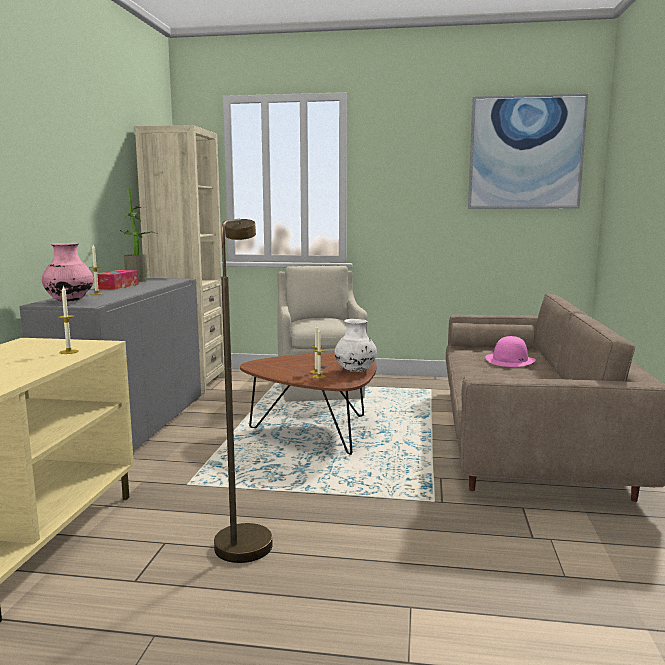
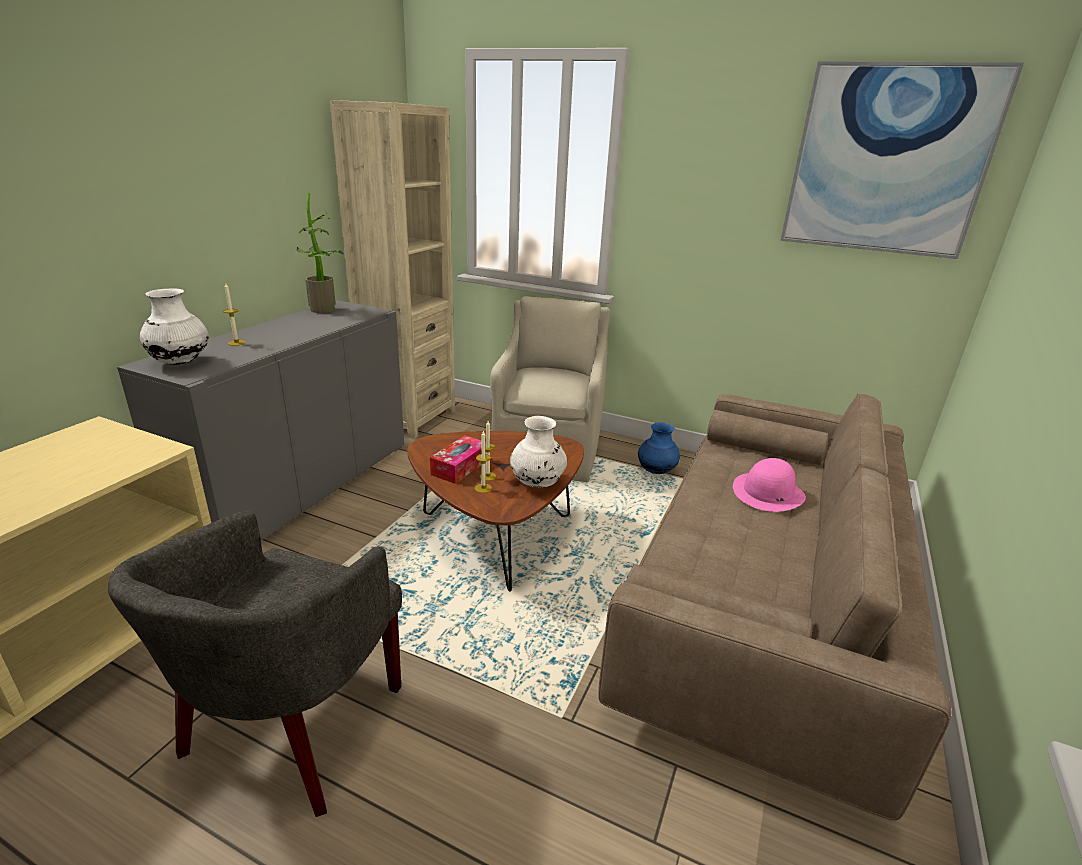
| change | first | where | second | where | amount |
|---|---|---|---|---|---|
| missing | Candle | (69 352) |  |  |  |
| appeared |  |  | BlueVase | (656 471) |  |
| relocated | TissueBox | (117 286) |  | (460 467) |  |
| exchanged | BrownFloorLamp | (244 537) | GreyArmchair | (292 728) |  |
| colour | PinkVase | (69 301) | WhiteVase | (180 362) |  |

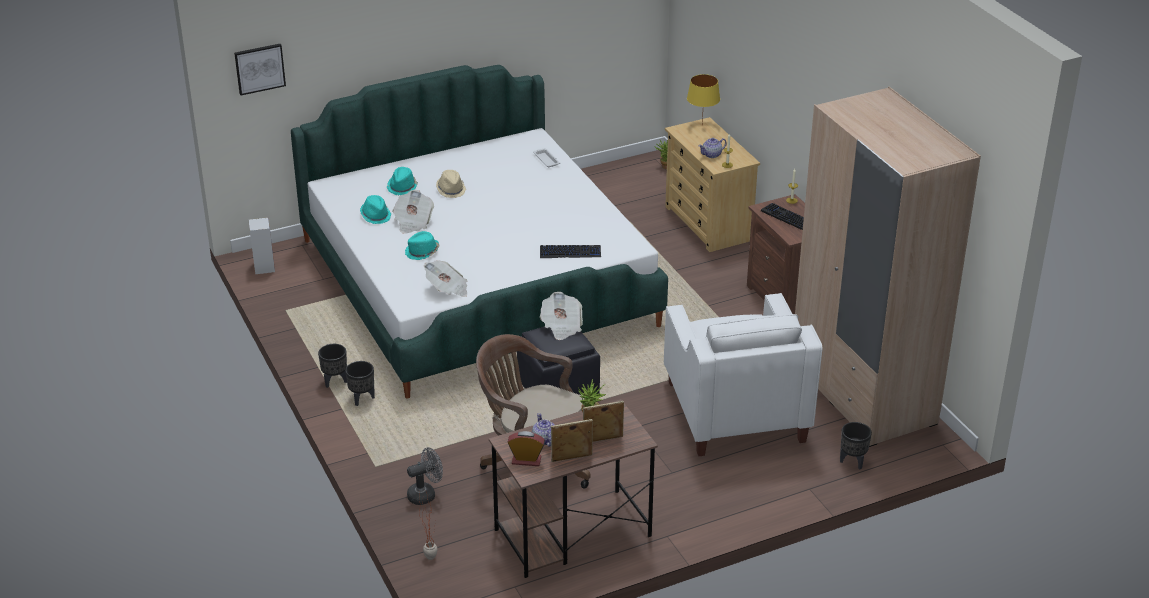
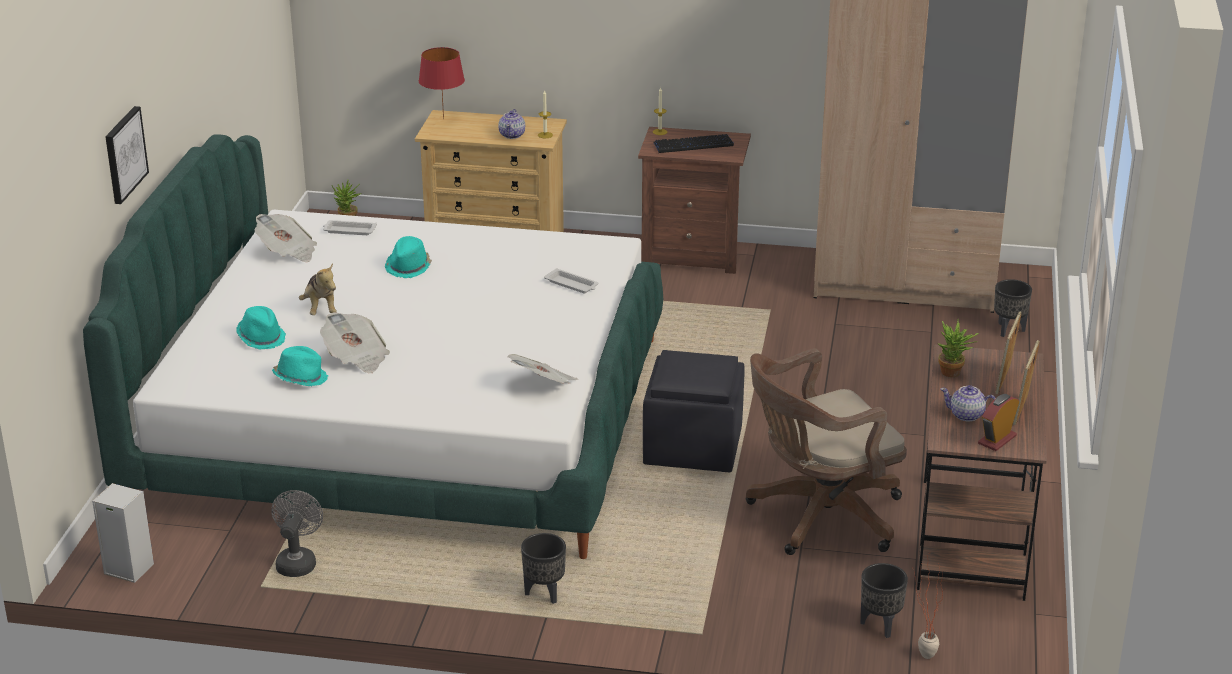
| change | first | where | second | where | amount |
|---|---|---|---|---|---|
| missing | WhiteArmchair | (735 411) |  |  |  |
| relocated | Picture | (259 68) |  | (124 154) |  |
| relocated | BlackPlanter | (334 381) |  | (880 626) |  |
| relocated | TurquoiseHat | (422 252) |  | (409 267) |  |
| relocated | GreyFan | (425 494) |  | (297 561) |  |
| relocated | Newspaper | (561 326) |  | (287 252) |  |
| exchanged | BeigeHat | (451 190) | PlushToy | (320 309) |  |
| exchanged | Keyboard | (570 252) | WhiteTray | (572 285) |  |
| colour | YellowTableLamp | (702 125) | RedTableLamp | (444 118) |  |

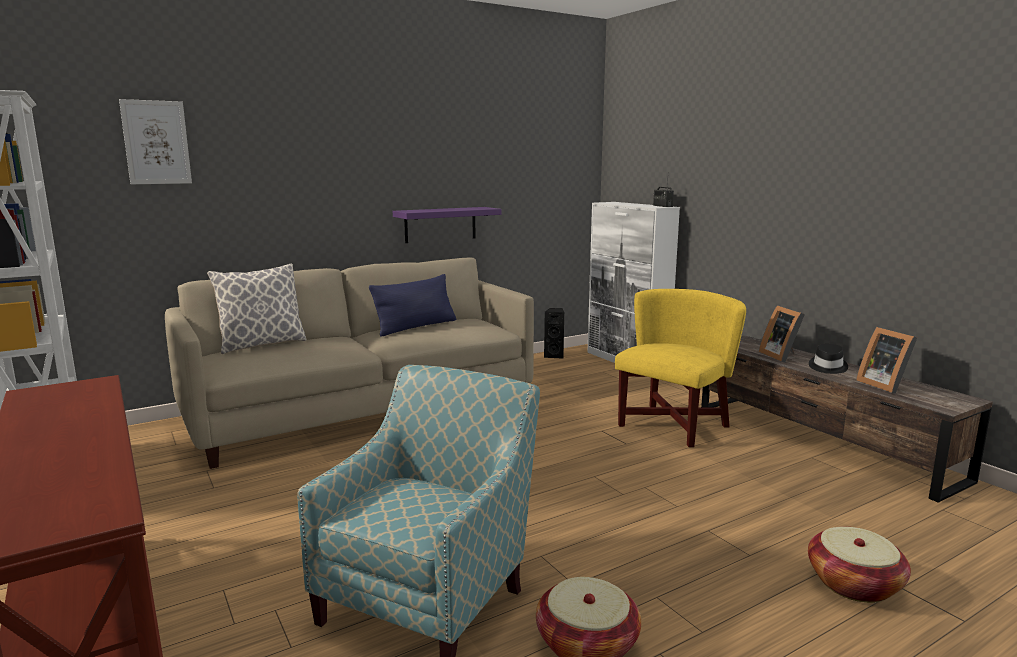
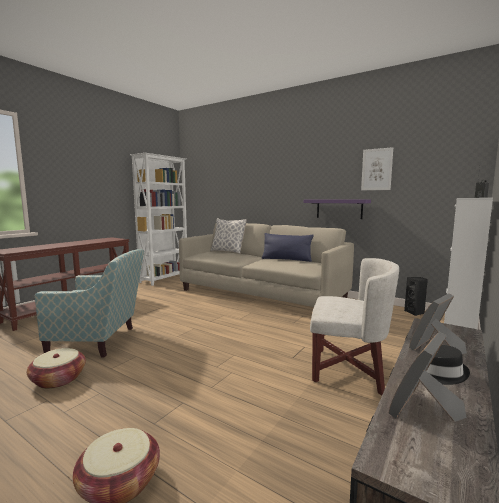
| change | first | where | second | where | amount |
|---|---|---|---|---|---|
| relocated | Picture | (156 142) |  | (376 169) |  |
| colour | YellowArmchair | (672 425) | WhiteArmchair | (348 369) |  |

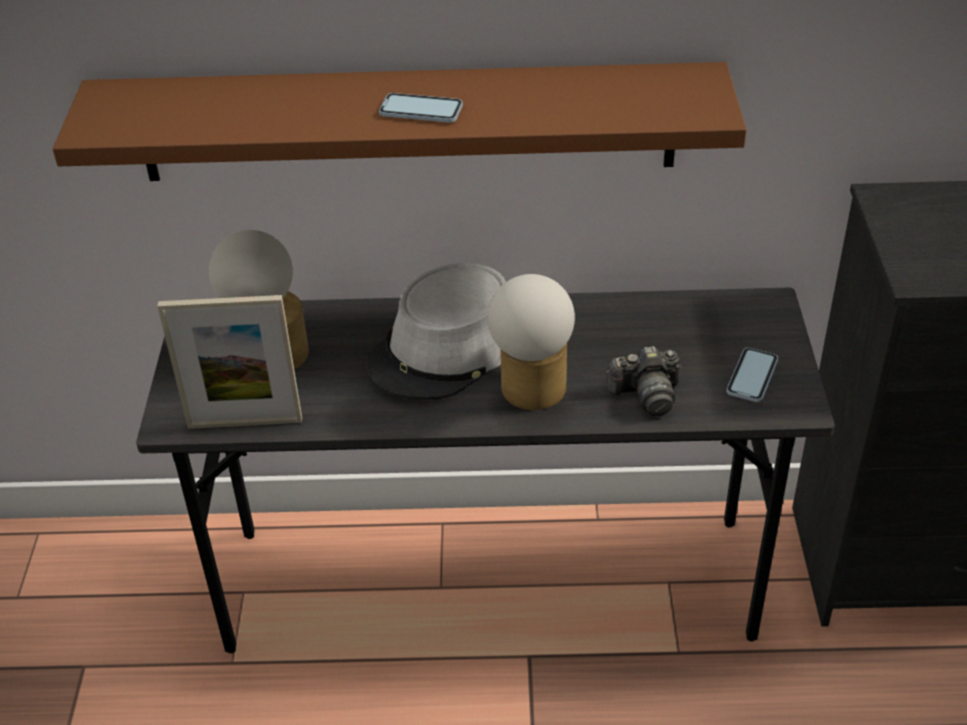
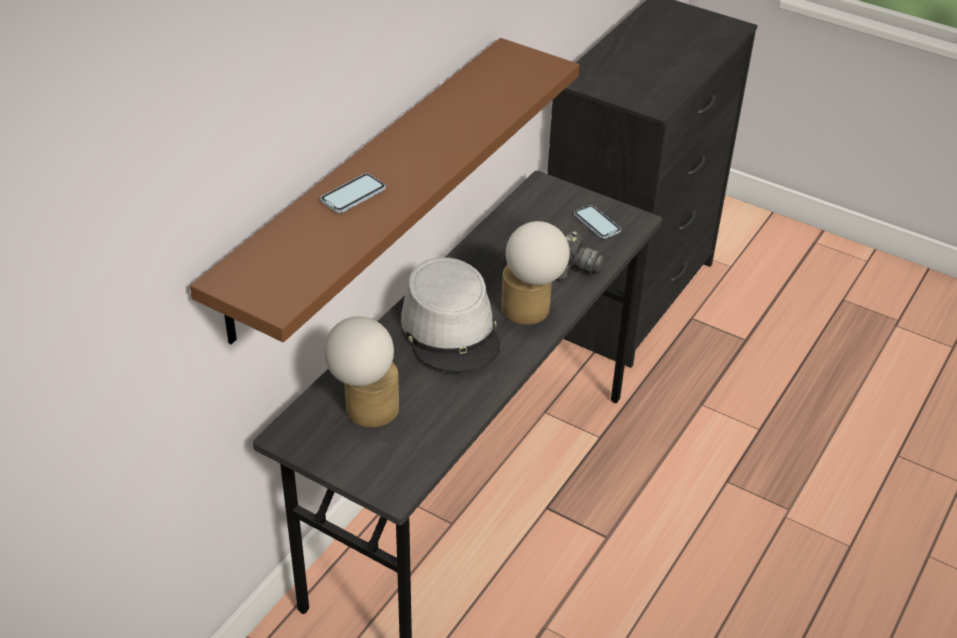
| change | first | where | second | where | amount |
|---|---|---|---|---|---|
| missing | PictureFrame | (245 423) |  |  |  |
| relocated | Phone | (421 110) |  | (353 195) |  |

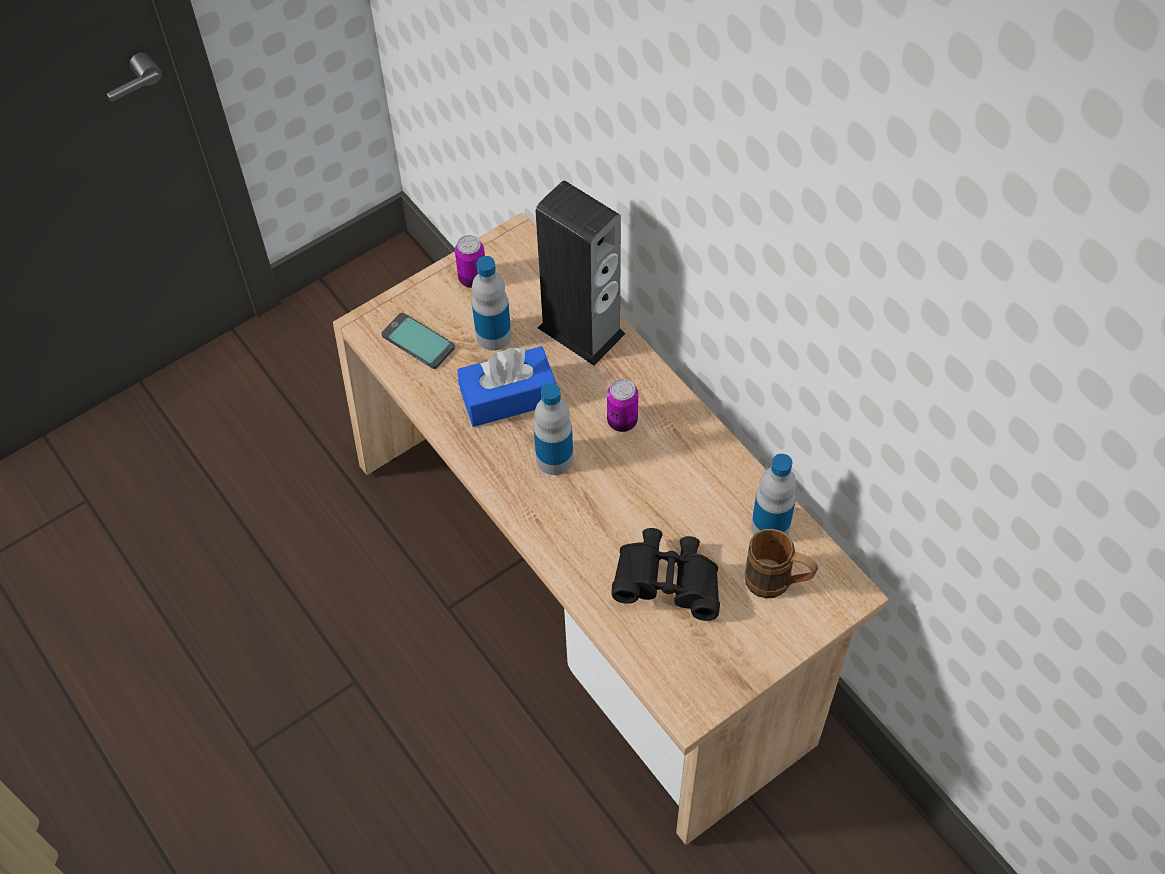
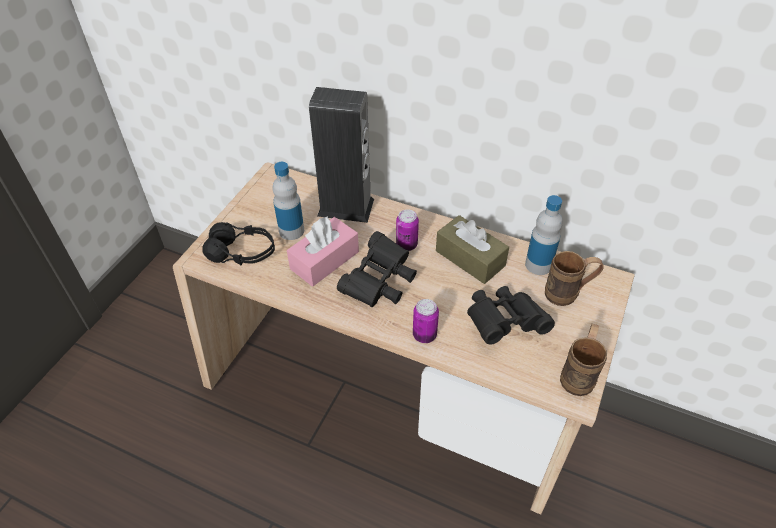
| change | first | where | second | where | amount |
|---|---|---|---|---|---|
| appeared |  |  | BrownTissueBox | (470 258) |  |
| appeared |  |  | BrownMug | (579 374) |  |
| relocated | Can | (473 279) |  | (424 335) |  |
| exchanged | Phone | (418 342) | BlackHeadphones | (242 253) |  |
| exchanged | Bottle | (554 459) | BlackBinoculars | (379 283) |  |
| colour | BlueTissueBox | (508 397) | PinkTissueBox | (324 260) |  |

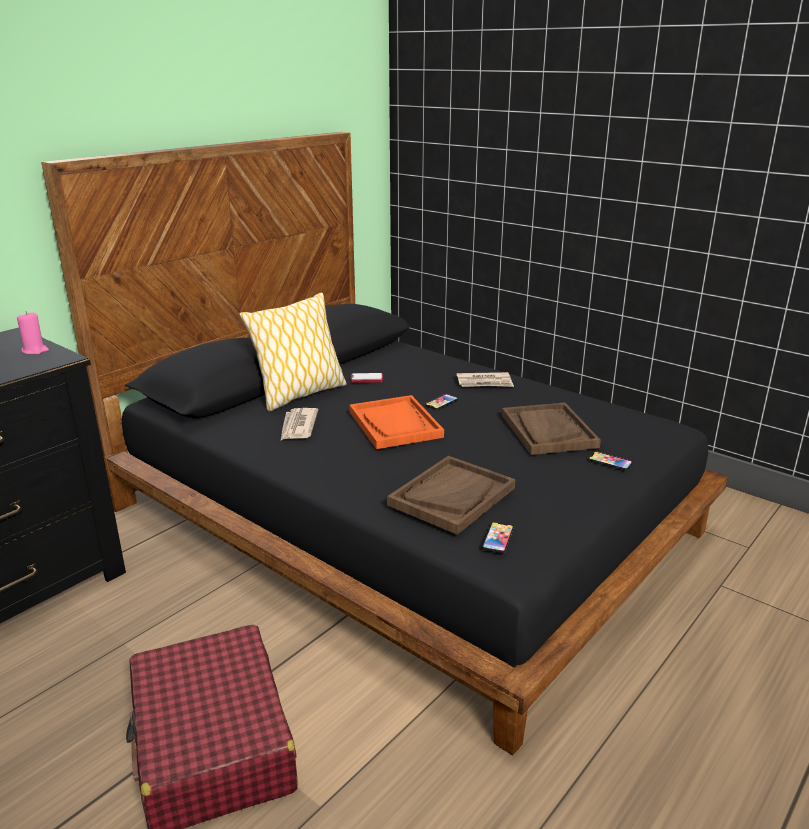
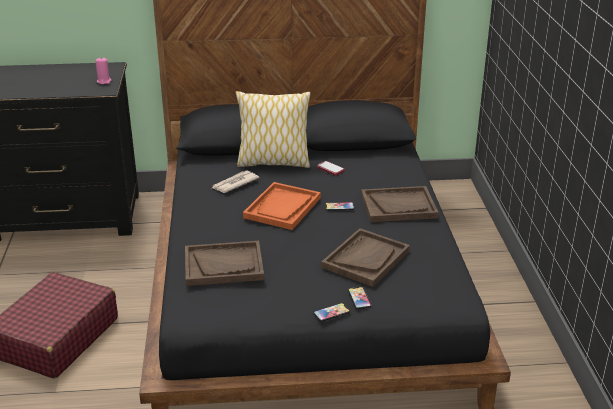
| change | first | where | second | where | amount |
|---|---|---|---|---|---|
| relocated | Phone | (498 538) |  | (331 313) |  |
| exchanged | Newspaper | (485 382) | BrownTray | (399 206) |  |

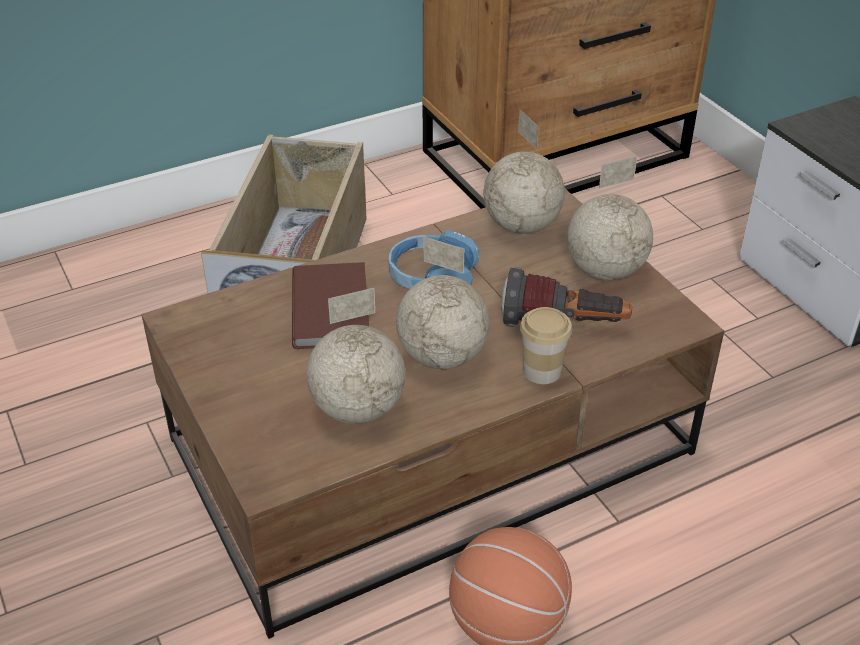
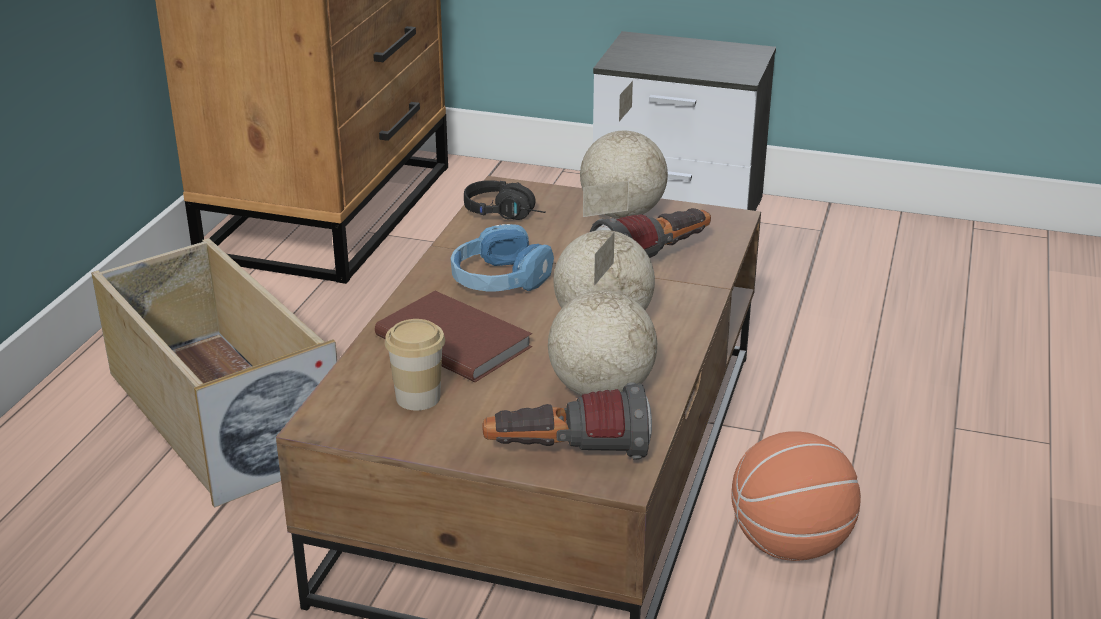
| change | first | where | second | where | amount |
|---|---|---|---|---|---|
| appeared |  |  | Flashlight | (567 455) |  |
| relocated | Cup | (542 371) |  | (418 397) |  |
| exchanged | Globe | (522 225) | BlackHeadphones | (507 214) |  |

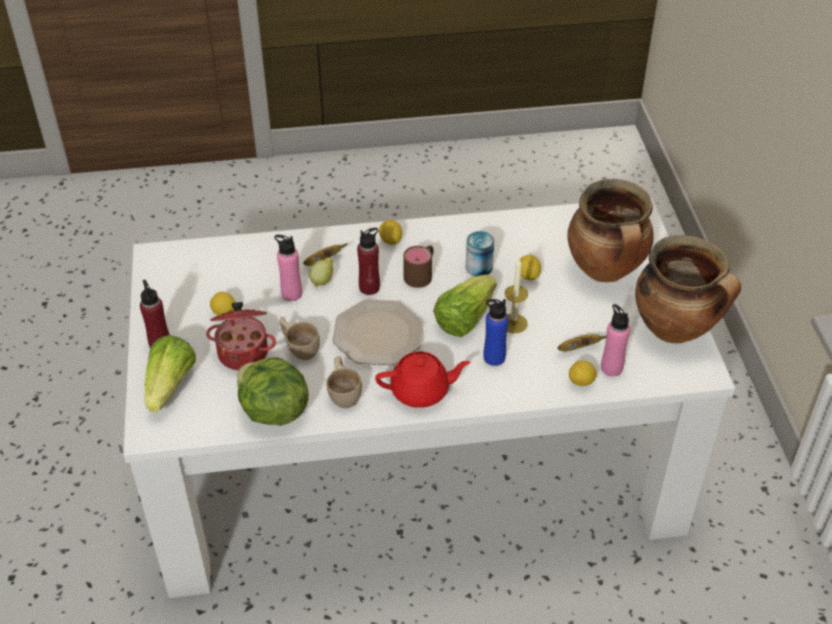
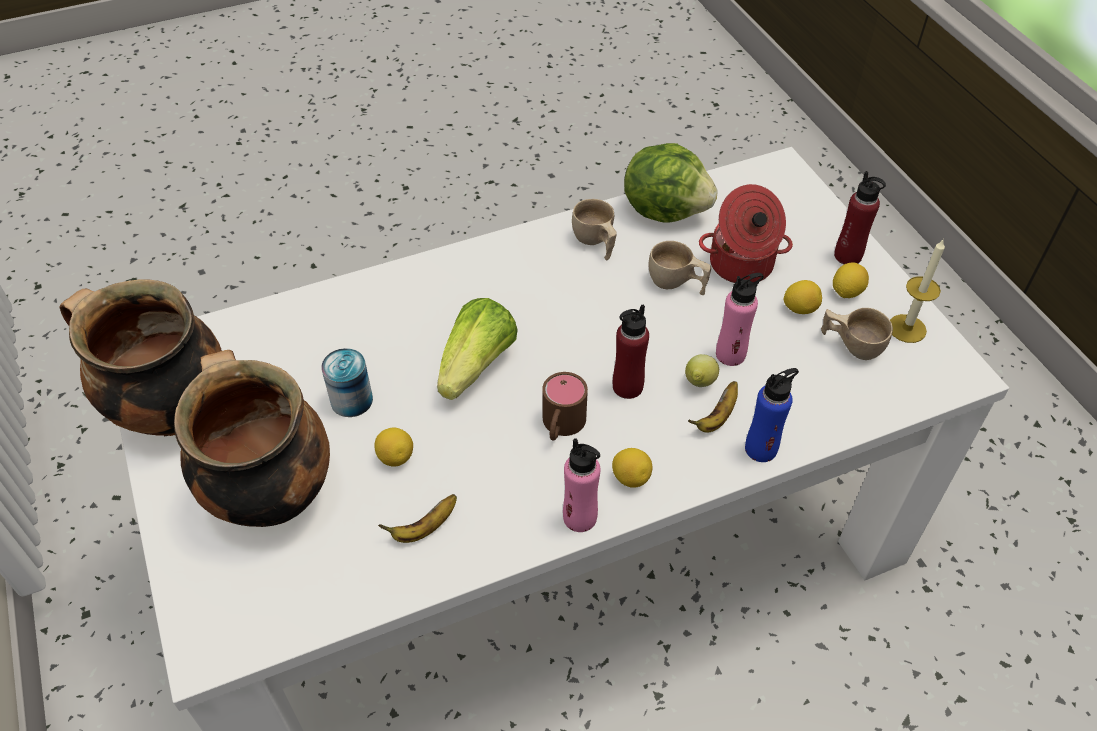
| change | first | where | second | where | amount |
|---|---|---|---|---|---|
| missing | Lettuce | (170 386) |  |  |  |
| missing | Plate | (377 334) |  |  |  |
| missing | RedTeapot | (421 391) |  |  |  |
| appeared |  |  | BeigeCup | (851 345) |  |
| relocated | Can | (479 267) |  | (351 400) |  |
| relocated | BlueBottle | (494 357) |  | (761 449) |  |
| relocated | Candle | (513 323) |  | (907 328) |  |
| relocated | Banana | (579 348) |  | (424 528) |  |
| relocated | Lemon | (581 382) |  | (846 292) |  |
| relocated | PinkBottle | (611 368) |  | (580 517) |  |

